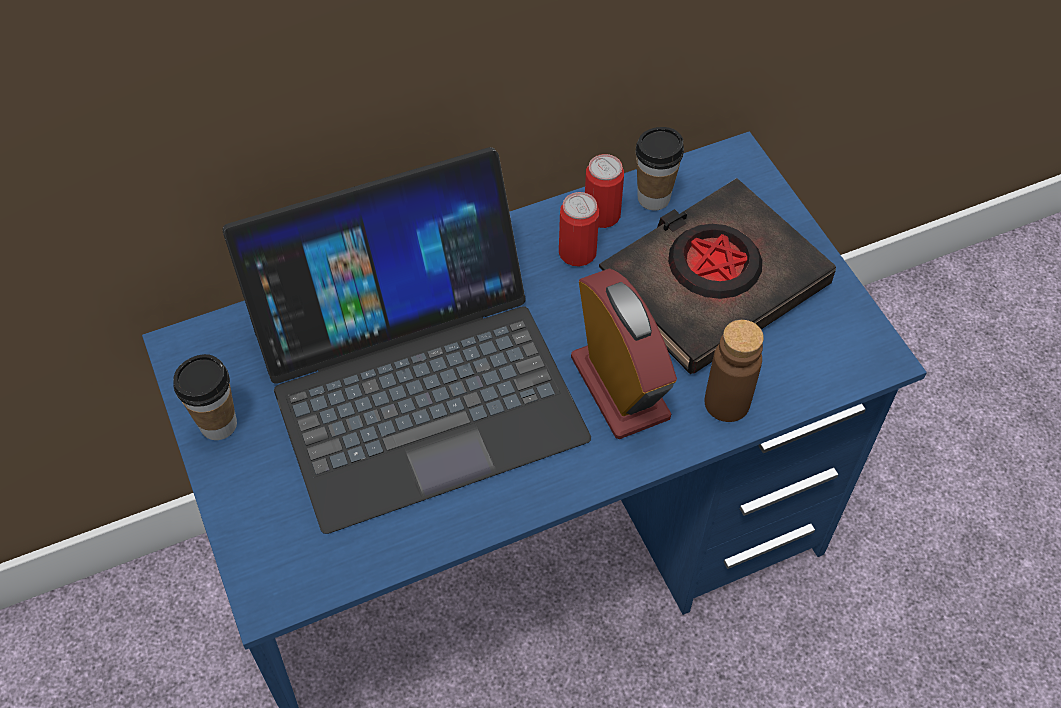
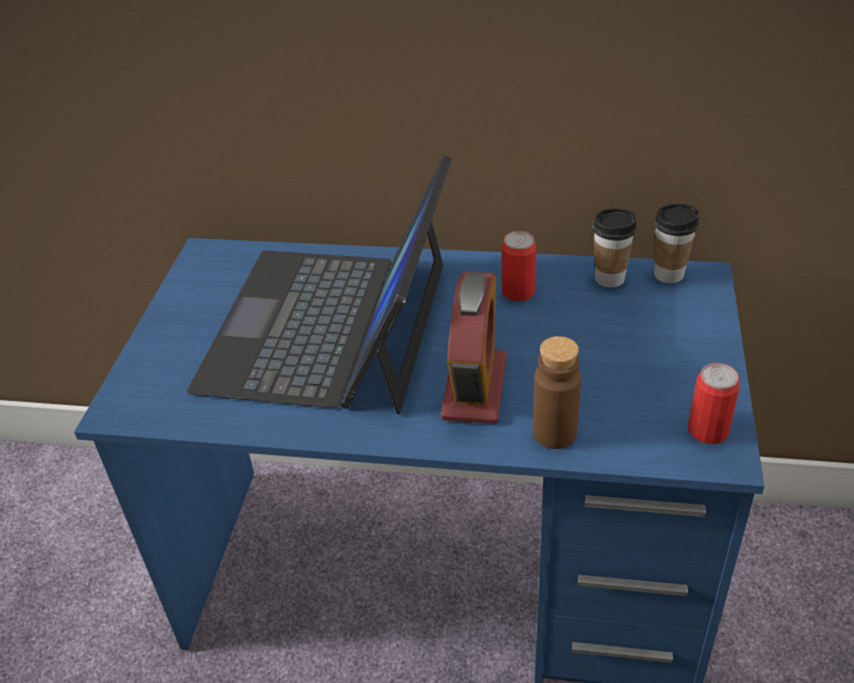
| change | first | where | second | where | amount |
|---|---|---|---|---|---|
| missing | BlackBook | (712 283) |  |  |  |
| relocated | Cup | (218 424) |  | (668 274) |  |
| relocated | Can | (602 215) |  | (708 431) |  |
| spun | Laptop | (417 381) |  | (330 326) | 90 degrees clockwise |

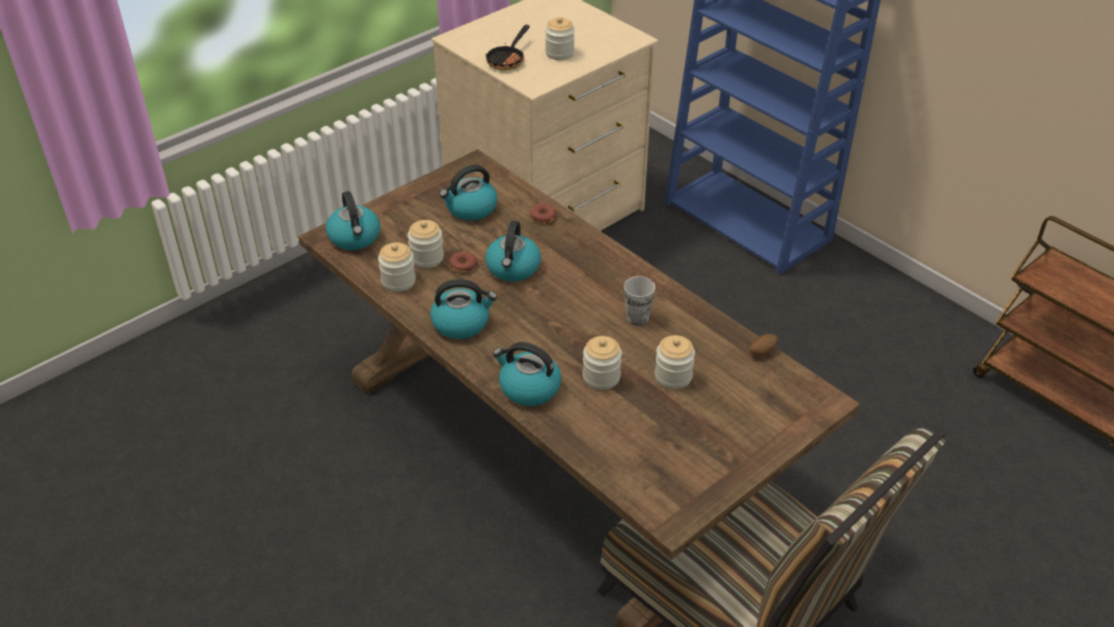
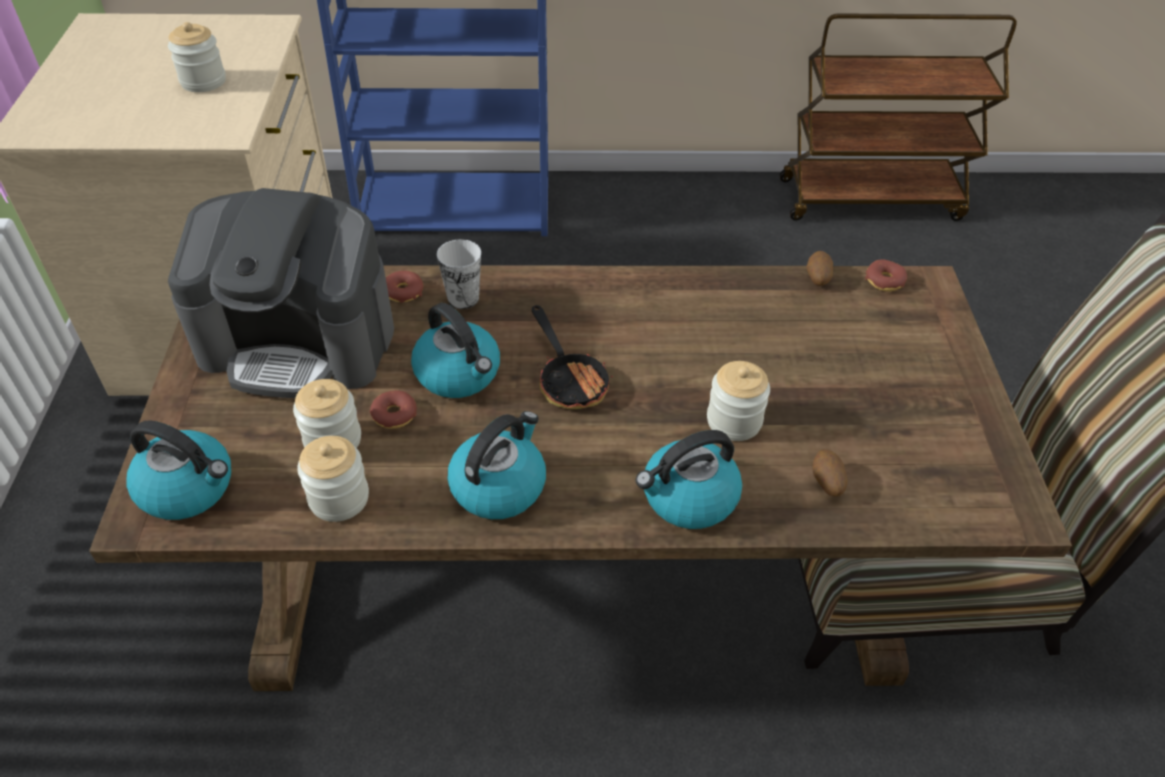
| change | first | where | second | where | amount |
|---|---|---|---|---|---|
| missing | Jar | (673 376) |  |  |  |
| appeared |  |  | Potato | (826 483) |  |
| appeared |  |  | Donut | (884 281) |  |
| relocated | FryingPan | (508 60) |  | (569 379) |  |
| relocated | Cup | (637 317) |  | (463 298) |  |
| exchanged | Kettle | (470 209) | CoffeeMachine | (299 340) |  |

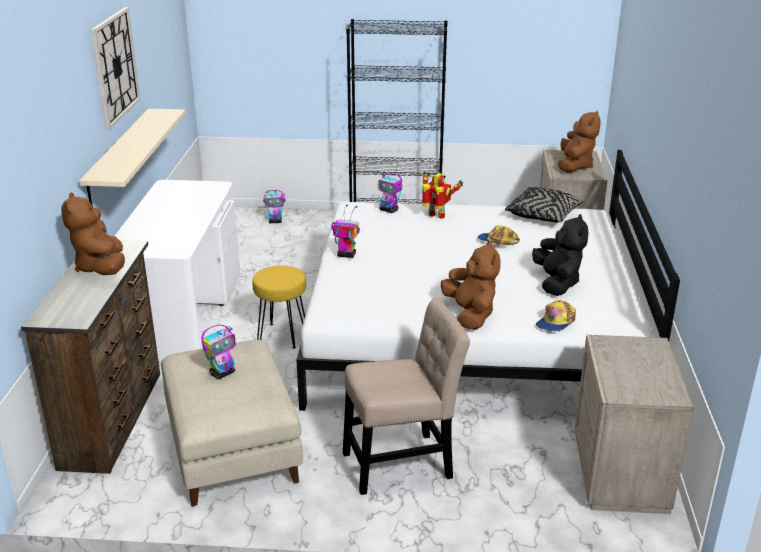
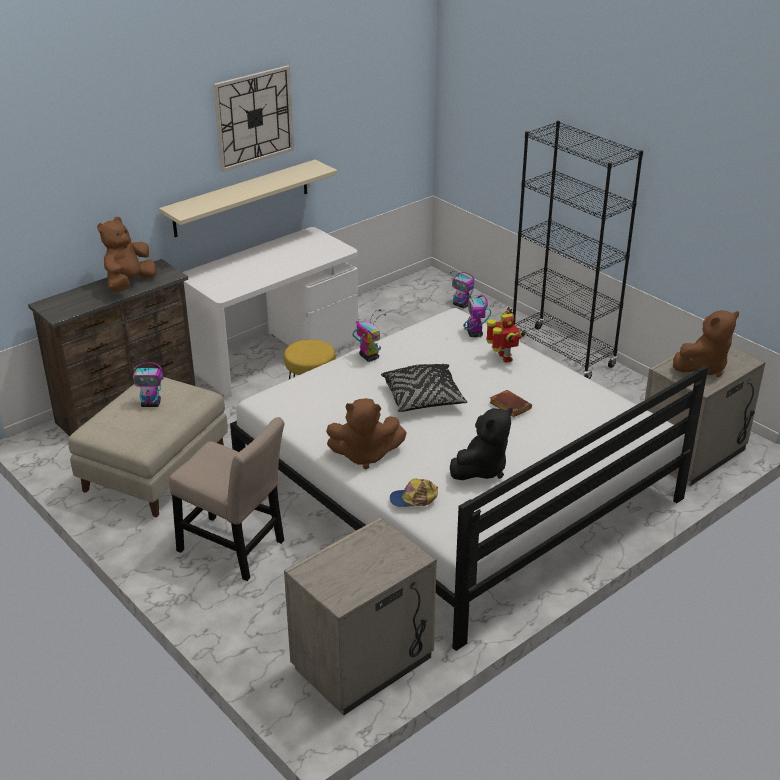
| change | first | where | second | where | amount |
|---|---|---|---|---|---|
| relocated | BlackPillow | (543 215) |  | (423 399) |  |
| exchanged | Cap | (497 241) | BrownBook | (508 406) |  |
| spun | BrownPlushToy | (470 315) |  | (365 455) | 60 degrees clockwise |

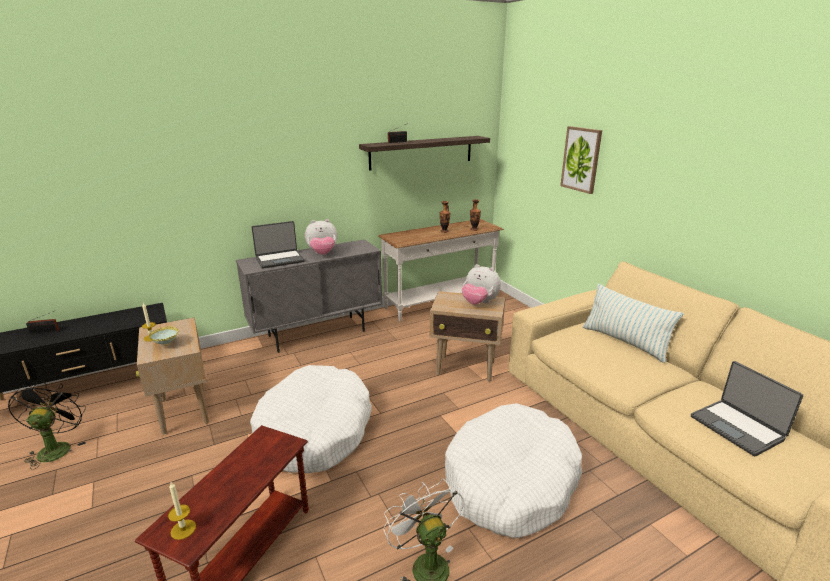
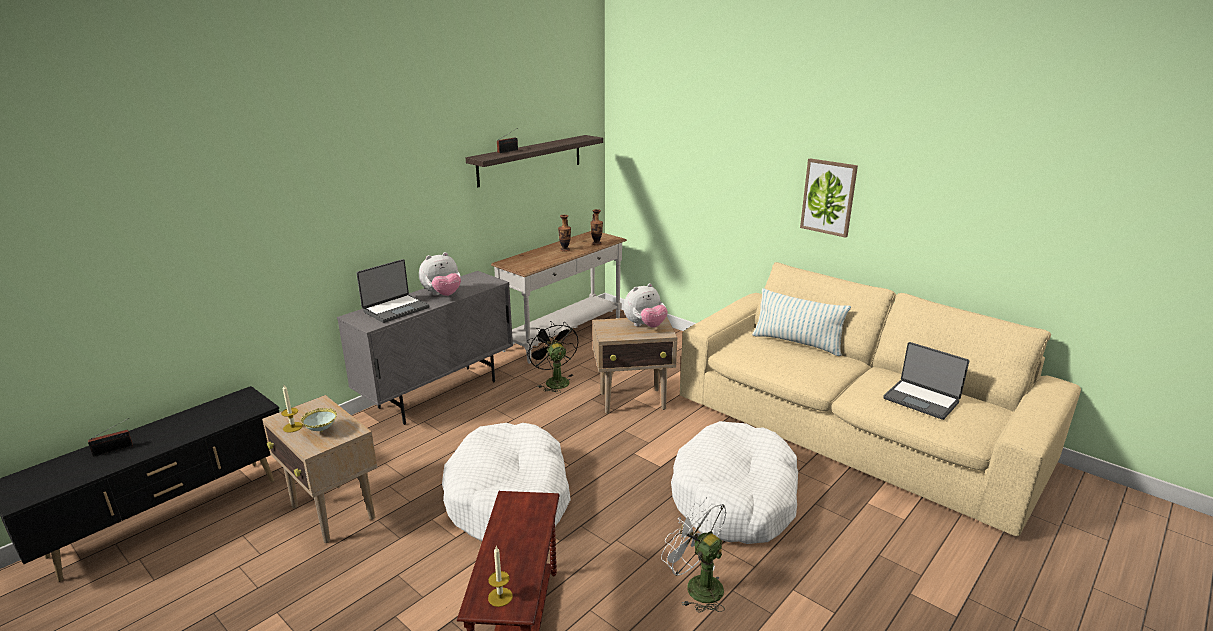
| change | first | where | second | where | amount |
|---|---|---|---|---|---|
| relocated | BlackFan | (56 448) |  | (554 381) |  |
| relocated | Picture | (581 159) |  | (828 197) |  |
| spun | PlushToy | (479 303) |  | (645 326) | 45 degrees counterclockwise |

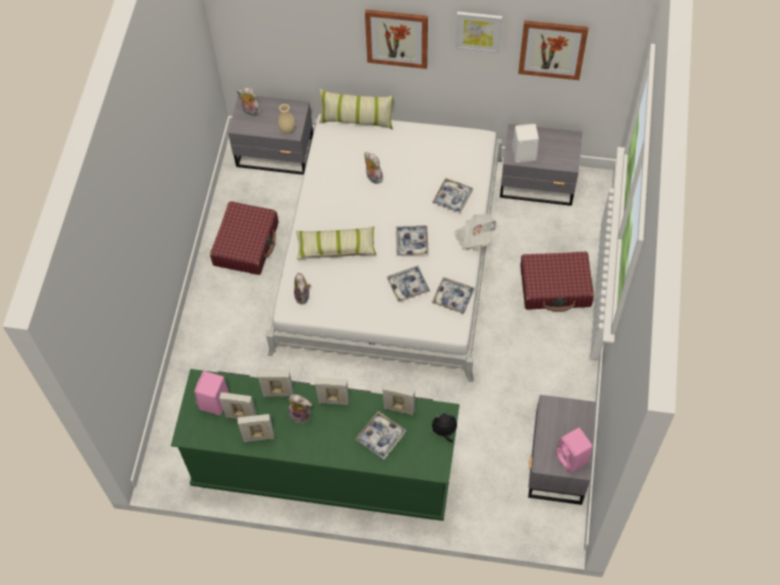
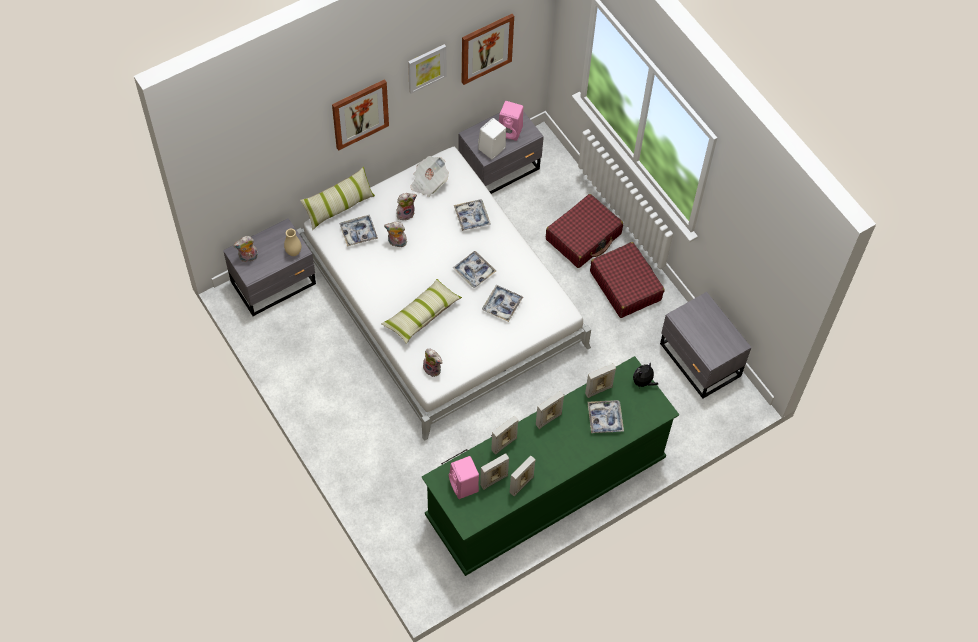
| change | first | where | second | where | amount |
|---|---|---|---|---|---|
| relocated | RedSuitcase | (246 244) |  | (625 285) |  |
| relocated | PlushToy | (301 414) |  | (405 213) |  |
| relocated | Tray | (453 297) |  | (358 233) |  |
| relocated | Newspaper | (474 237) |  | (428 182) |  |
| relocated | PinkSpeaker | (572 459) |  | (511 131) |  |

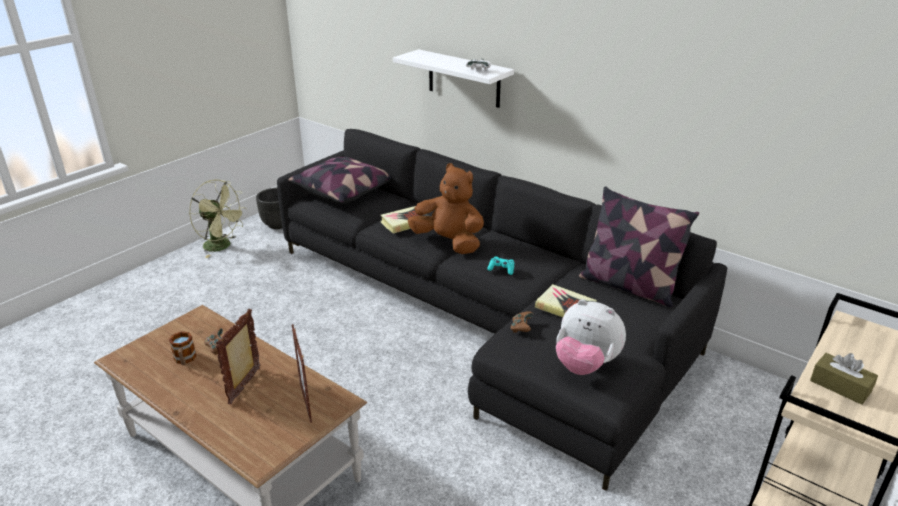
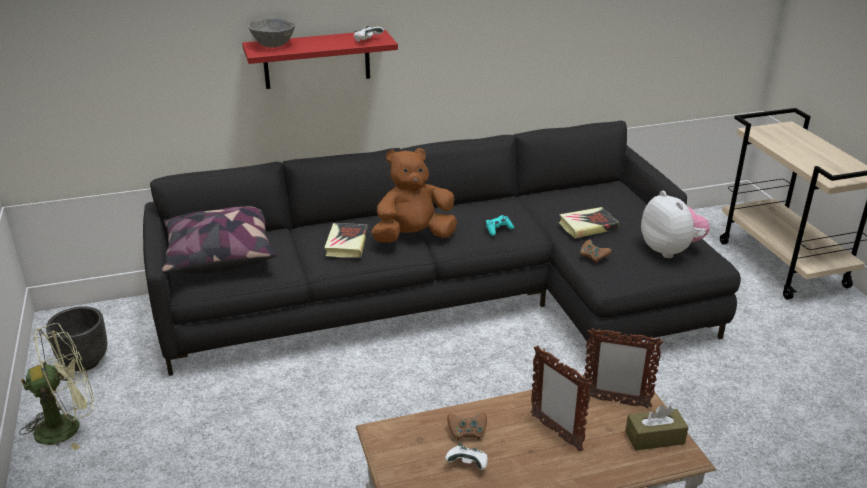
| change | first | where | second | where | amount |
|---|---|---|---|---|---|
| missing | Pillow | (628 286) |  |  |  |
| appeared |  |  | GreyBowl | (273 45) |  |
| relocated | BrownTissueBox | (840 386) |  | (654 438) |  |
| exchanged | Mug | (185 360) | WhiteGameController | (468 465) |  |
| colour | WhiteShelf | (464 78) | RedShelf | (317 59) |  |
| spun | PlushToy | (585 365) |  | (670 250) | 90 degrees counterclockwise |

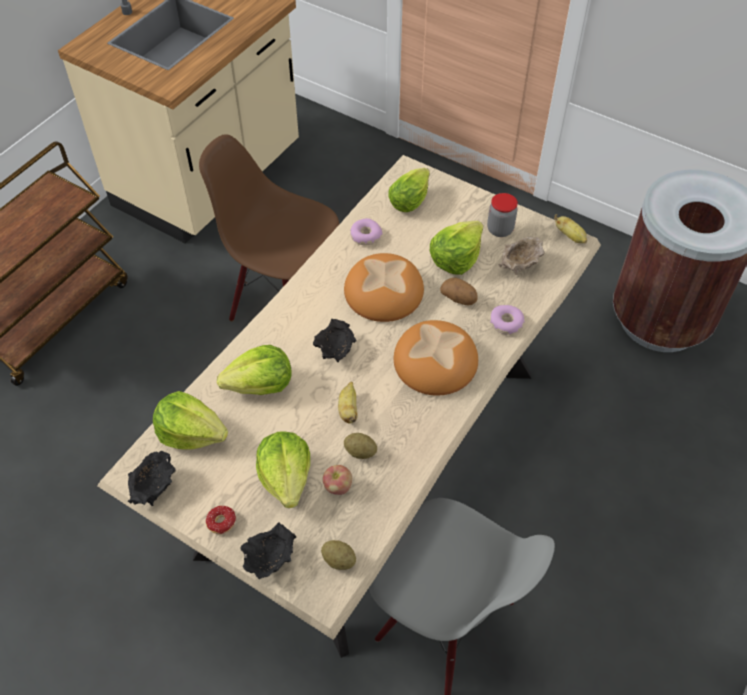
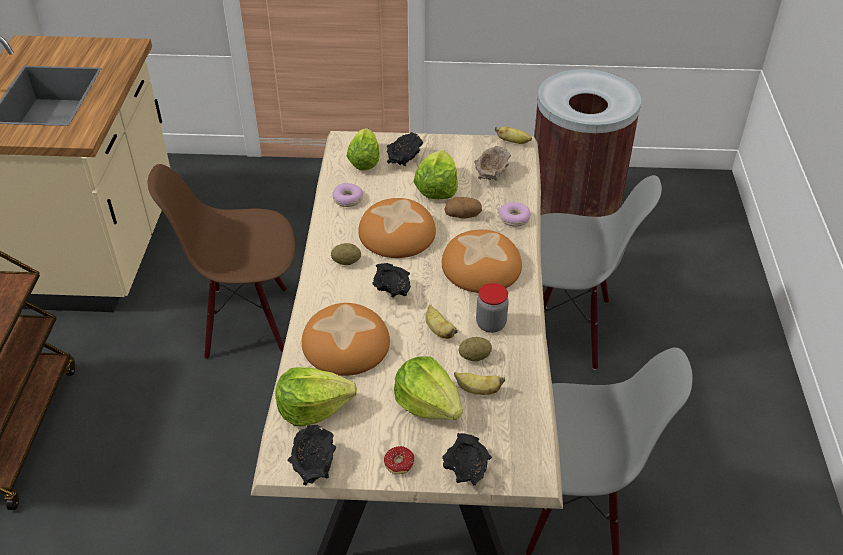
| change | first | where | second | where | amount |
|---|---|---|---|---|---|
| appeared |  |  | BlackBowl | (403 160) |  |
| appeared |  |  | GreyChair | (566 328) |  |
| relocated | Potato | (339 560) |  | (346 262) |  |
| relocated | Jar | (500 230) |  | (491 324) |  |
| exchanged | Lettuce | (260 385) | Bread | (347 344) |  |
| exchanged | Apple | (338 486) | Banana | (477 390) |  |

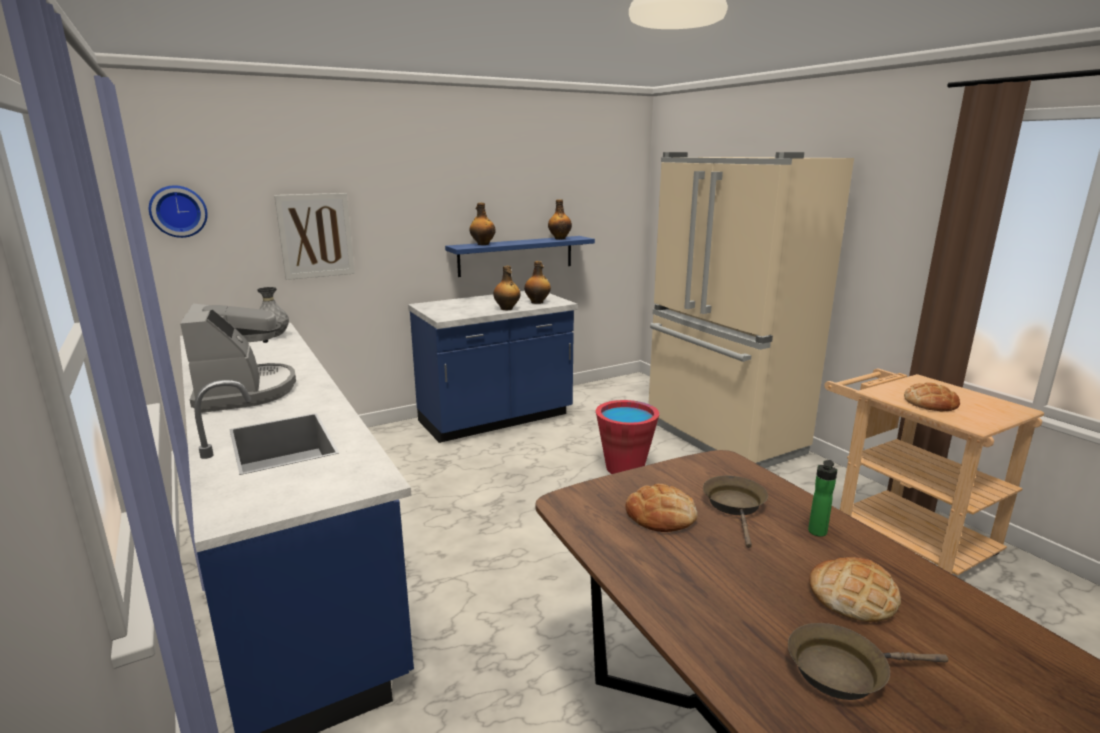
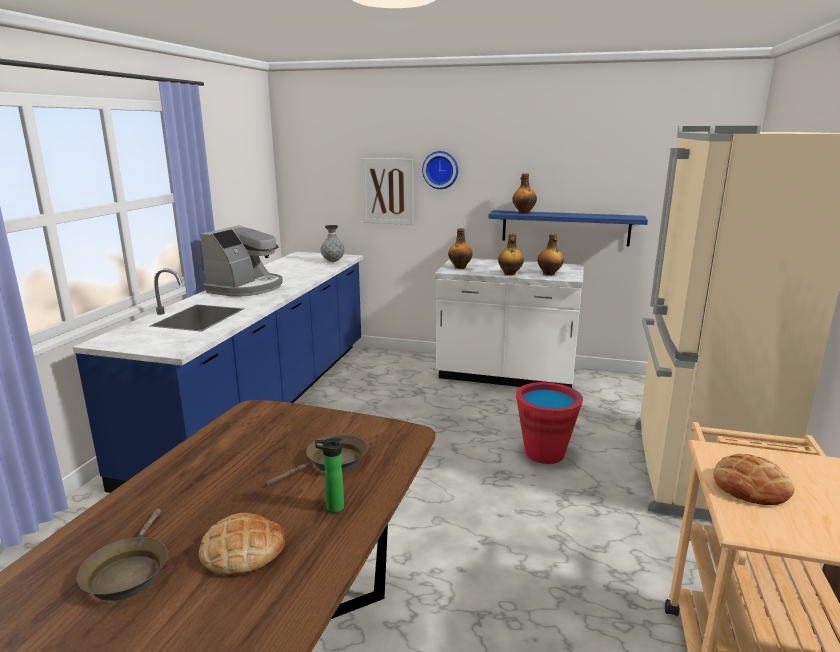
| change | first | where | second | where | amount |
|---|---|---|---|---|---|
| missing | Bread | (661 515) |  |  |  |
| relocated | WallClock | (178 211) |  | (441 170) |  |
| relocated | Bottle | (560 238) |  | (460 267) |  |
| colour | BlueCounter | (496 419) | WhiteCounter | (505 377) |  |
| spun | BrownFryingPan | (843 670) |  | (128 572) | 135 degrees counterclockwise |

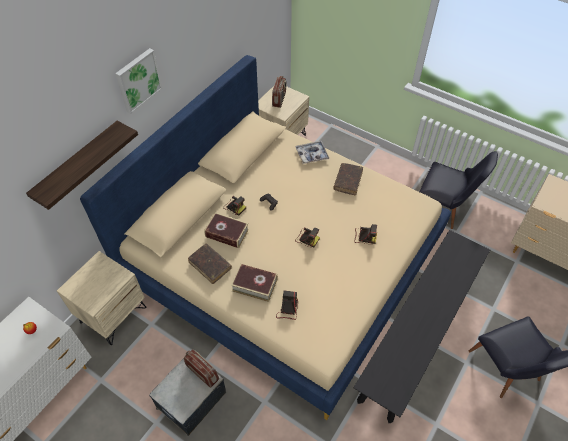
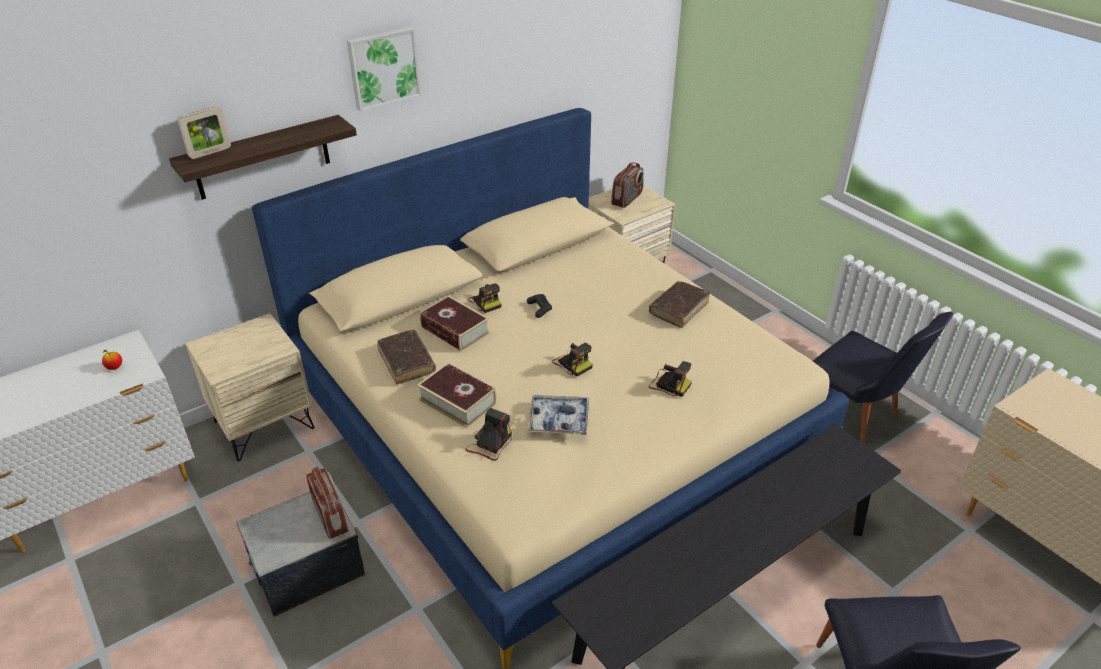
| change | first | where | second | where | amount |
|---|---|---|---|---|---|
| appeared |  |  | PictureFrame | (210 152) |  |
| relocated | Tray | (312 155) |  | (559 420) |  |

